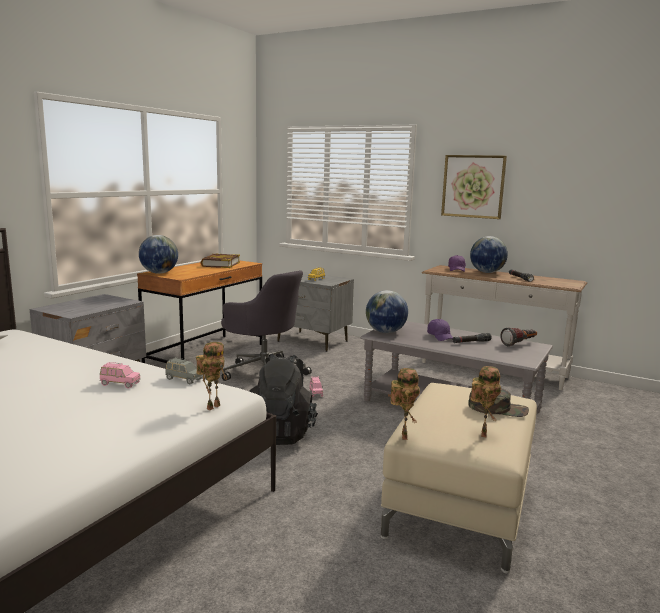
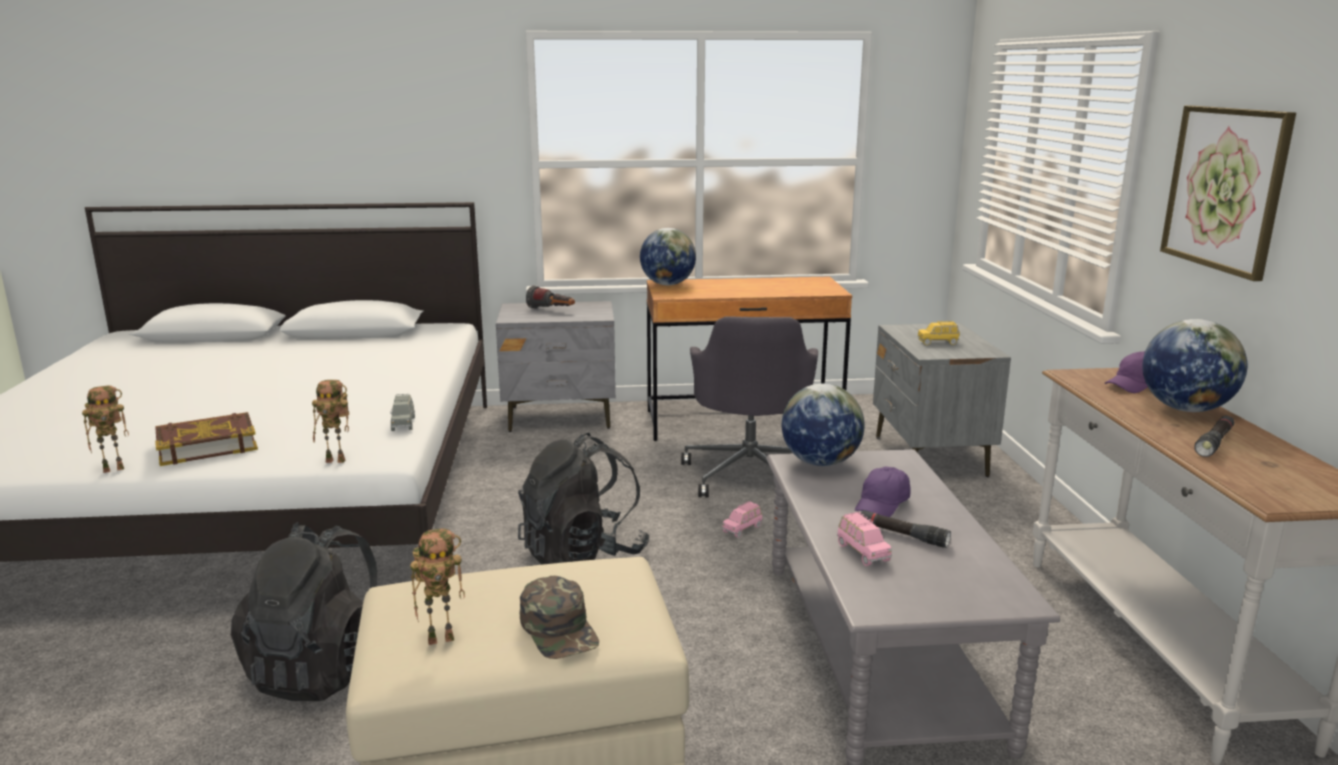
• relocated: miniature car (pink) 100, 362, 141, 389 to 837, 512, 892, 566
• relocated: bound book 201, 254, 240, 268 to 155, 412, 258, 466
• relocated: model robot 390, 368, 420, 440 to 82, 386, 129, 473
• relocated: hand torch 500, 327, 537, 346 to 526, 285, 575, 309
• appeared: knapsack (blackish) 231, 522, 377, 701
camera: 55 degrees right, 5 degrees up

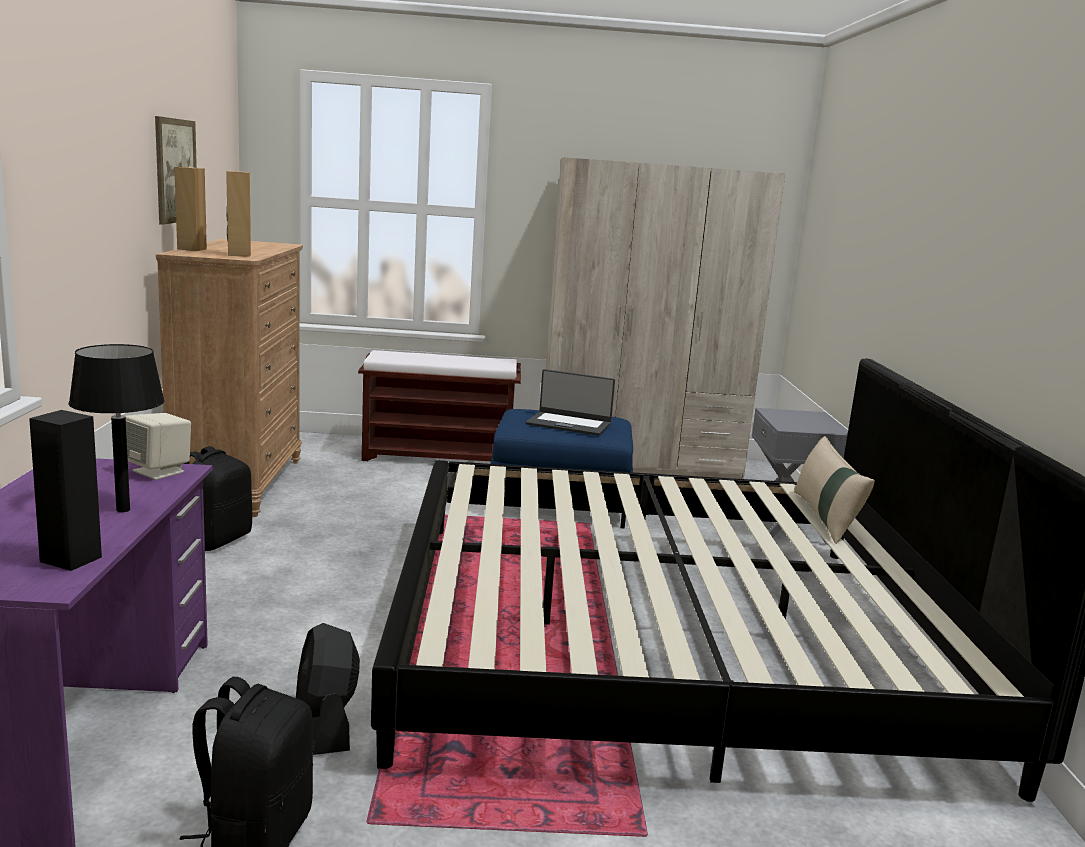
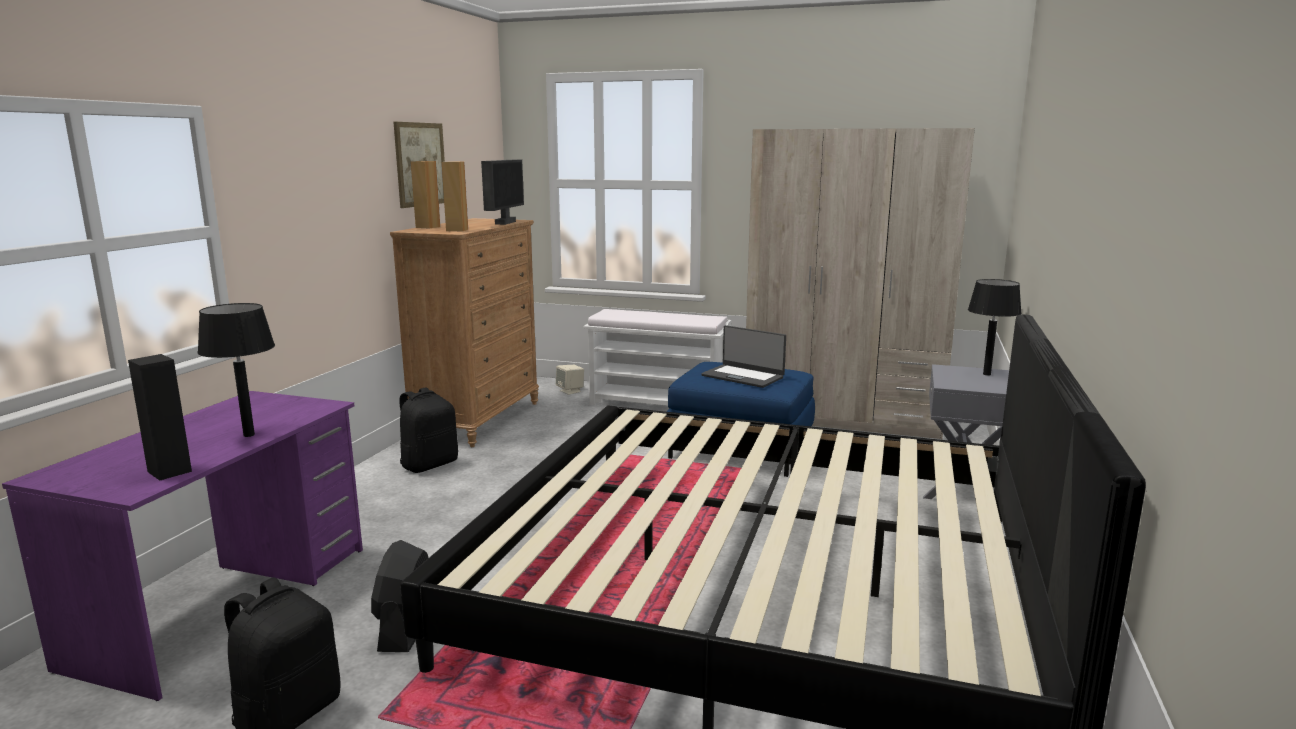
• relocated: speaker (sand-coloured) 125, 413, 191, 480 to 556, 365, 584, 395
• colour: indoor bench (brown) 358, 350, 521, 461 to indoor bench (white) 583, 309, 732, 406
• missing: throw pillow (sand-coloured) 794, 436, 875, 544
• appeared: computer display 481, 160, 524, 225
• appeared: table lamp (blackish) 968, 279, 1022, 375
camera: 20 degrees right, 0 degrees up

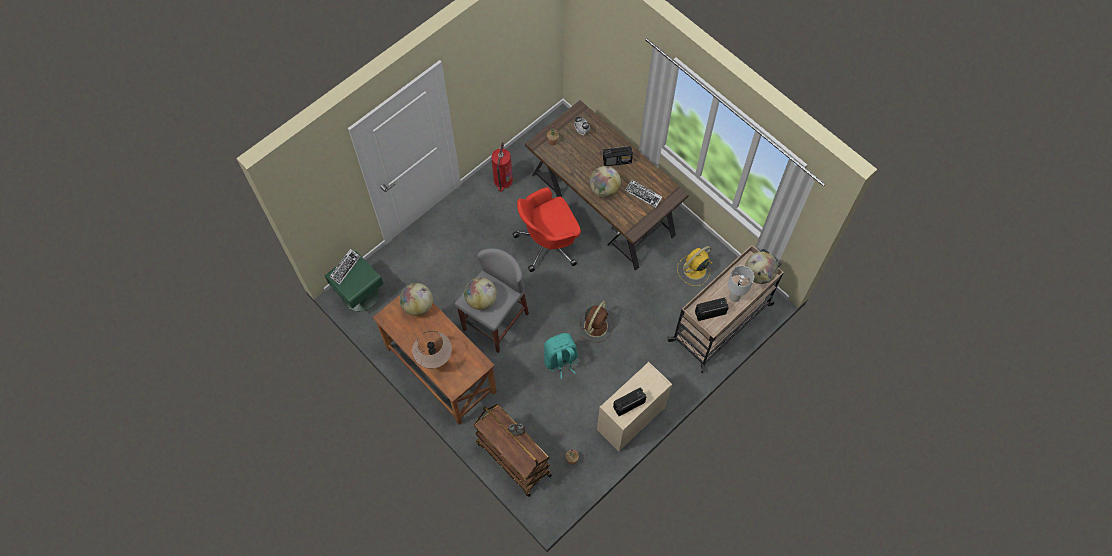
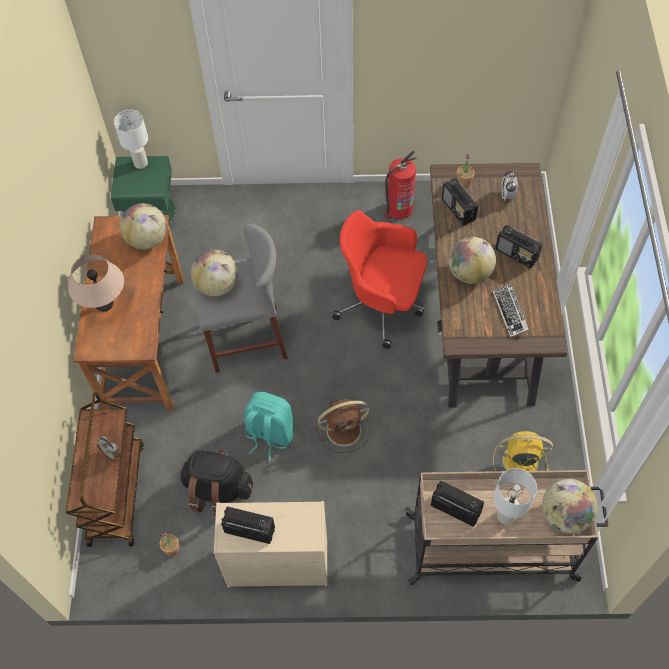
• exchanged: computer keyboard 329, 249, 361, 285 to table lamp (white) 114, 110, 148, 169
• appeared: knapsack (blackish) 179, 450, 253, 516
• appeared: radio receiver 442, 178, 478, 226
camera: 45 degrees right, 5 degrees down

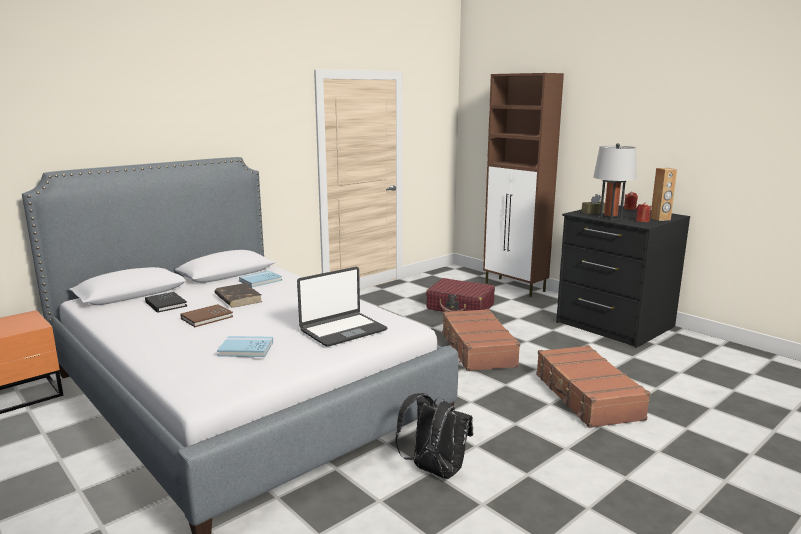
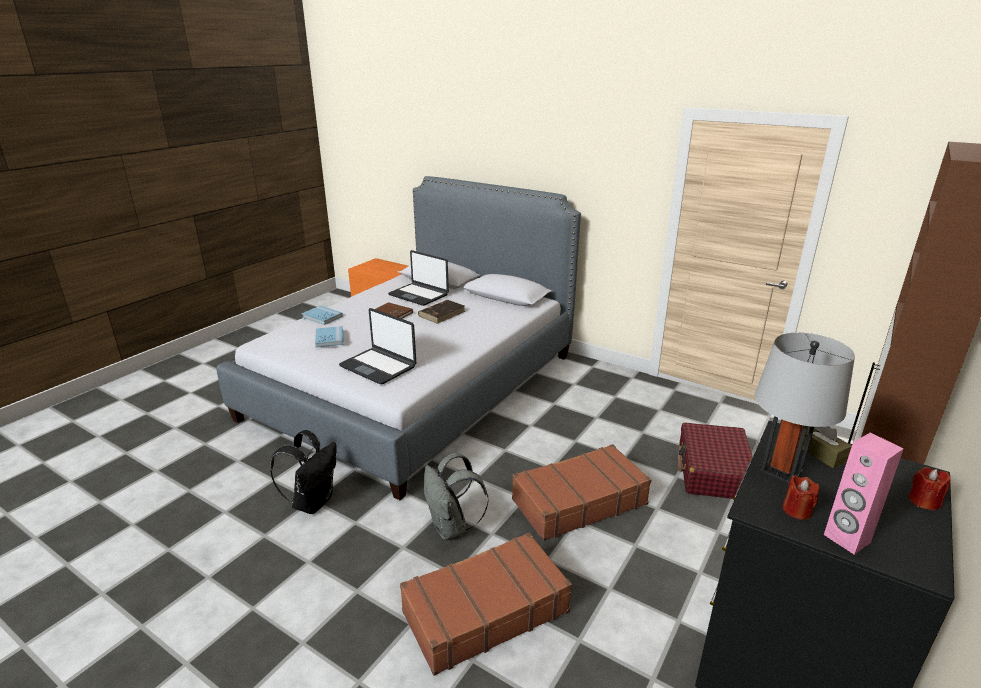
• exchanged: bound book (blackish) 145, 292, 187, 313 to laptop 388, 250, 449, 306
• relocated: bound book (bluish) 239, 271, 282, 287 to 302, 306, 343, 325
• colour: speaker (brown) 650, 168, 677, 221 to speaker (pink) 824, 432, 904, 555
• appeared: knapsack (greyish) 424, 453, 489, 540
camera: 75 degrees right, 10 degrees up

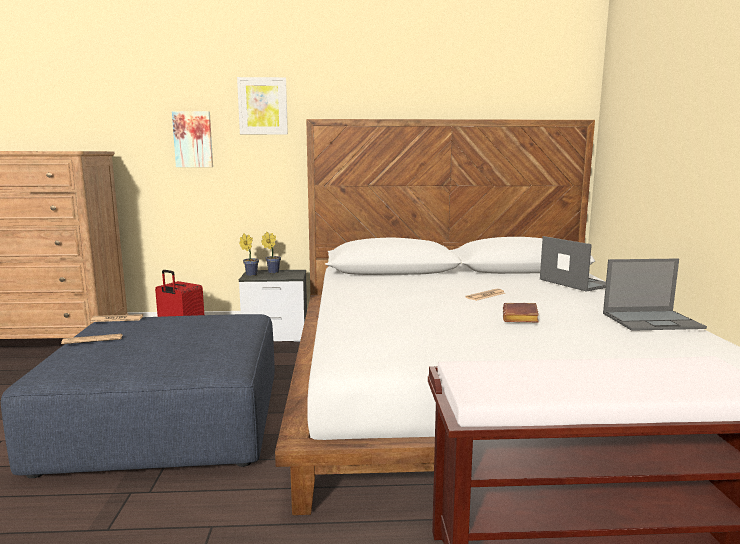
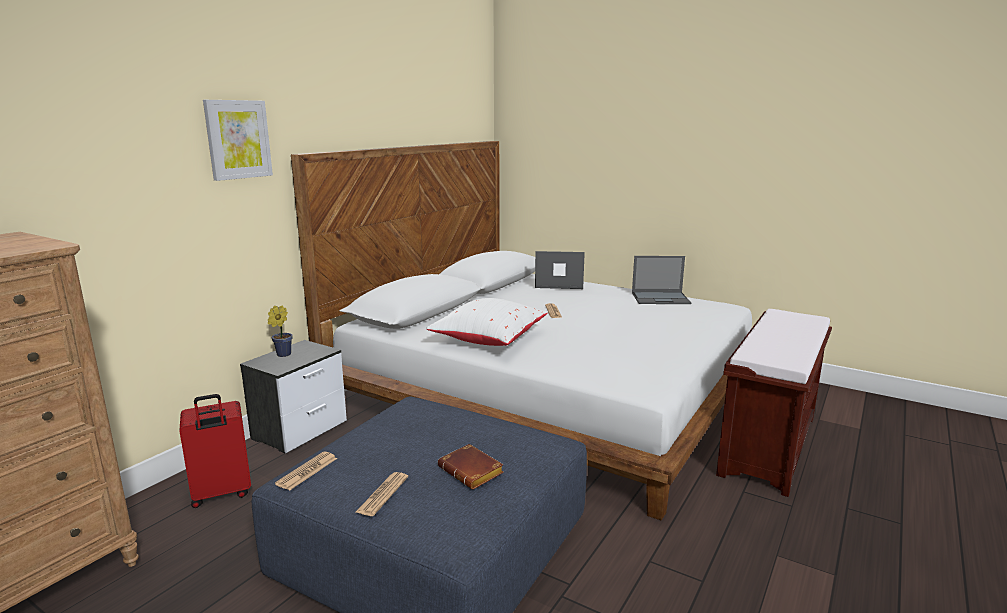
• missing: wall art 172, 111, 213, 167
• missing: potted plant 239, 234, 259, 276
• relocated: bound book (brown) 503, 303, 539, 322 to 438, 444, 504, 489
• spun: laptop 603, 259, 707, 331 = 632, 256, 691, 304 60 degrees clockwise
• appeared: throw pillow (white) 426, 298, 548, 346
camera: 55 degrees left, 5 degrees up

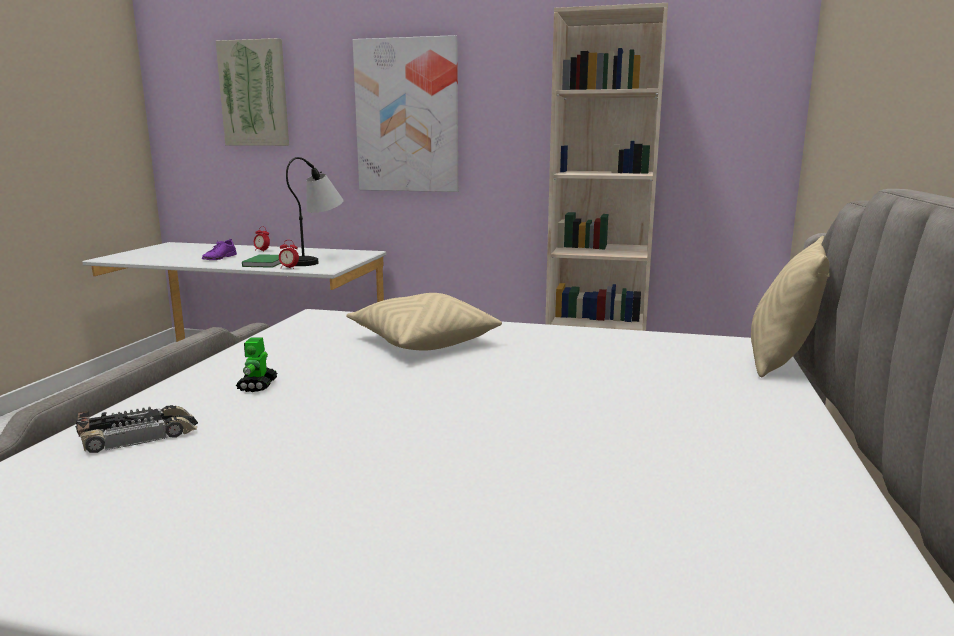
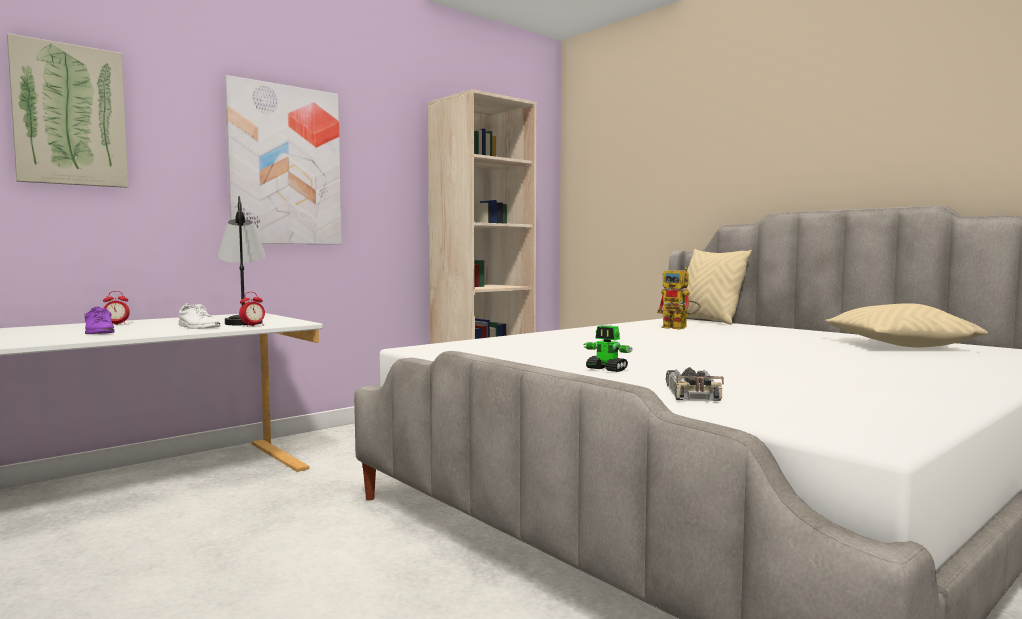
• exchanged: bound book (greenish) 242, 254, 281, 268 to shoe (white) 179, 304, 220, 329
• relocated: throw pillow (sand-coloured) 346, 293, 502, 351 to 825, 303, 988, 347
• appeared: model robot 657, 267, 701, 329
camera: 55 degrees left, 10 degrees down

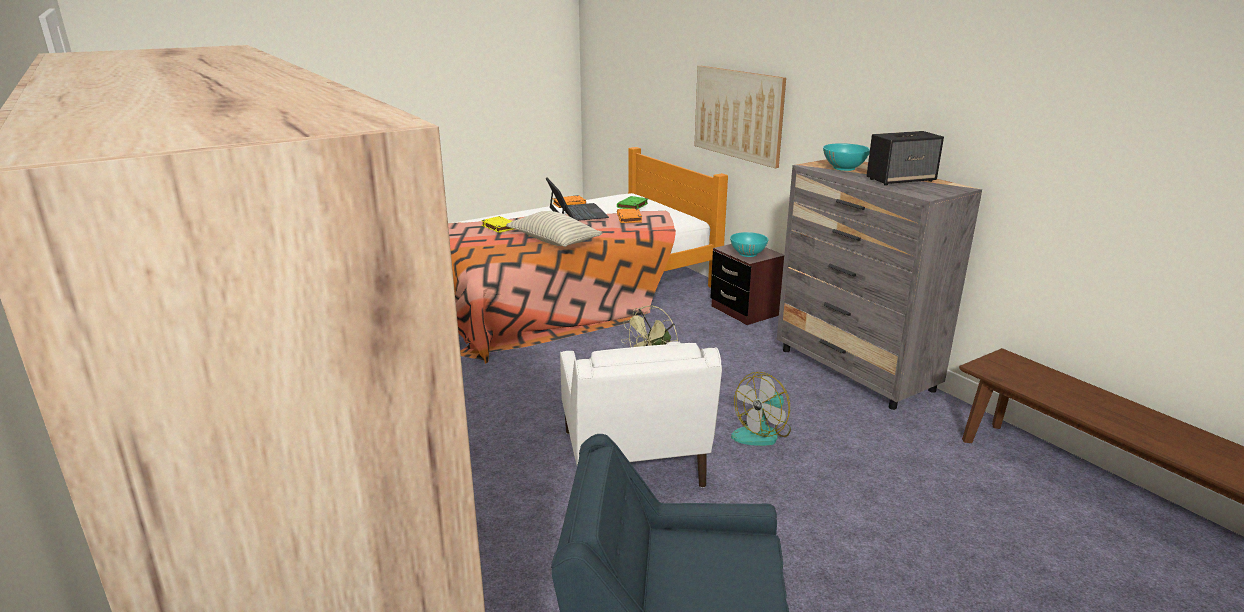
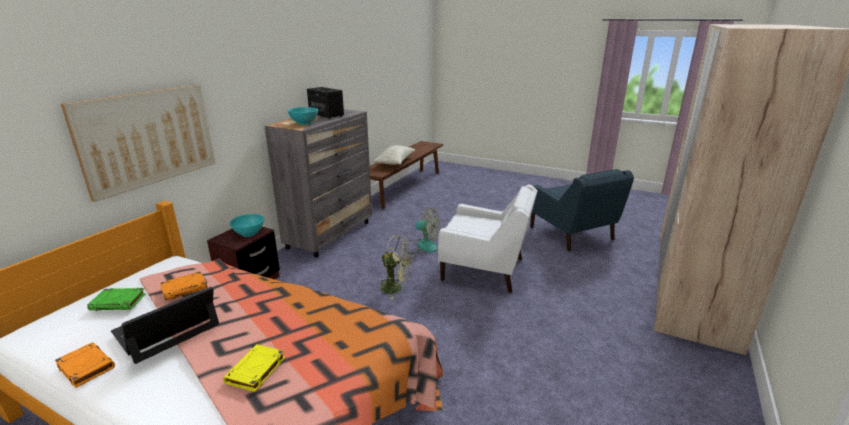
• relocated: throw pillow 506, 211, 603, 247 to 373, 145, 415, 165
• spun: easy chair (white) 560, 341, 722, 488 = 438, 184, 537, 293 60 degrees clockwise
camera: 120 degrees left, 0 degrees up

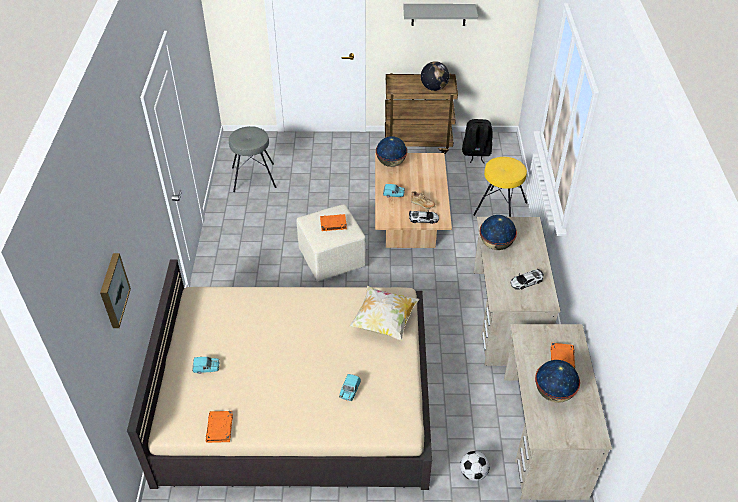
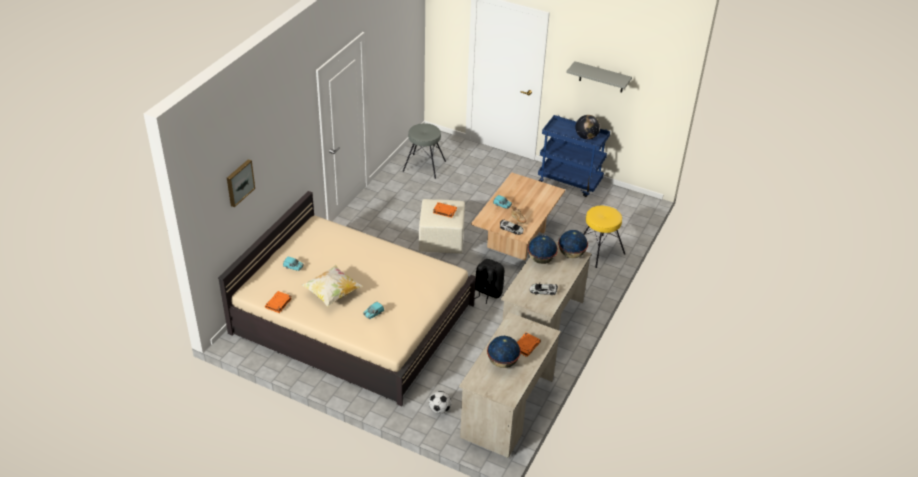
• relocated: throw pillow 349, 286, 419, 341 to 302, 265, 363, 307
• relocated: world globe 376, 136, 407, 167 to 558, 230, 588, 258
• colour: wheeled cart (brown) 385, 73, 458, 154 to wheeled cart (bluish) 538, 115, 610, 197
• relocated: knapsack (blackish) 462, 119, 493, 163 to 474, 259, 504, 304
camera: 25 degrees right, 5 degrees down

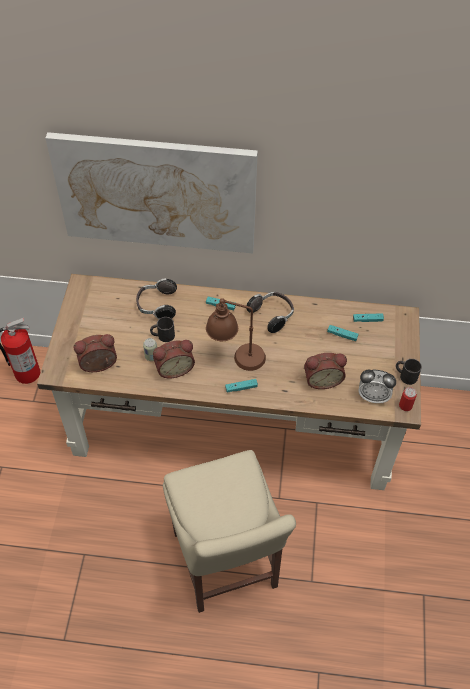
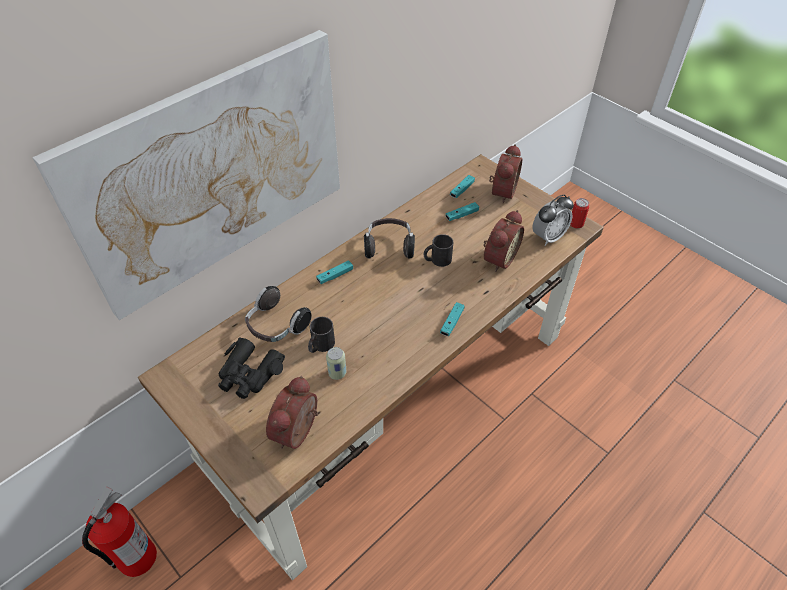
• relocated: bedside clock 153, 340, 195, 379 to 489, 144, 522, 203
• missing: chair (sand-coloured) 163, 450, 296, 613
• missing: table lamp (brown) 206, 298, 266, 371
• relocated: tea mug (blackish) 396, 359, 422, 385 to 424, 234, 453, 267
• appeared: pair of binoculars (blackish) 218, 337, 285, 399
camera: 50 degrees left, 5 degrees down

